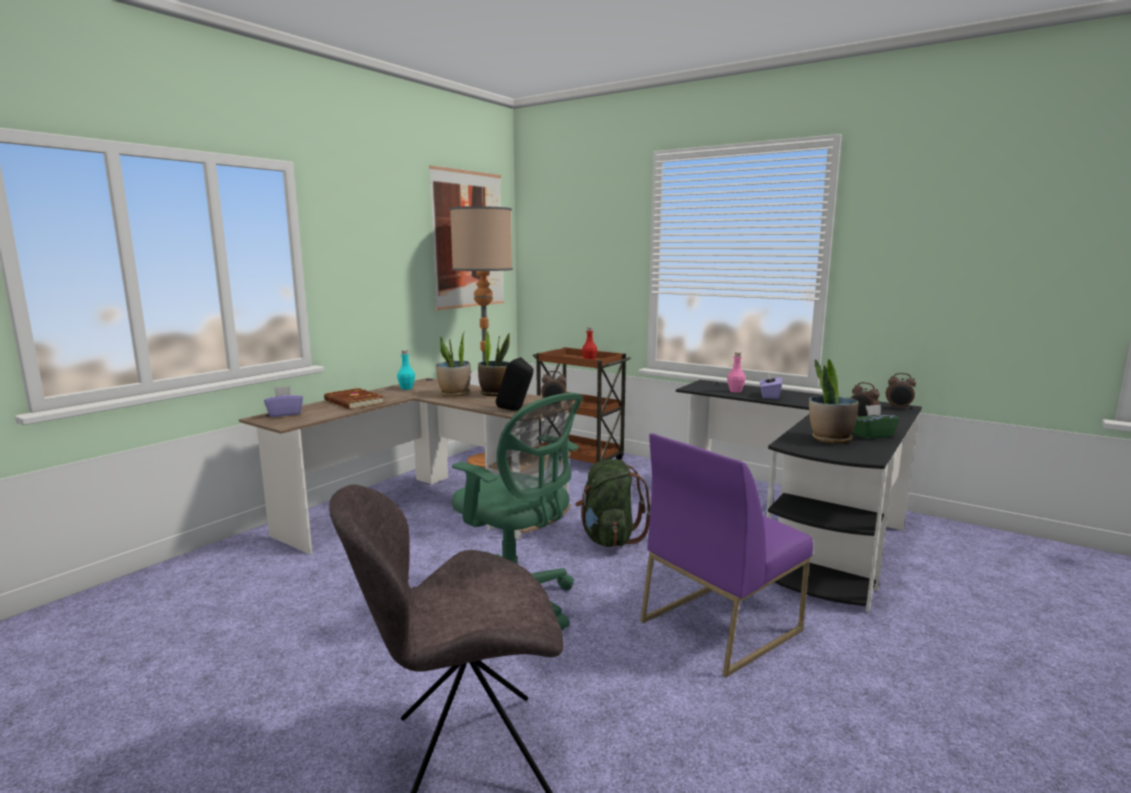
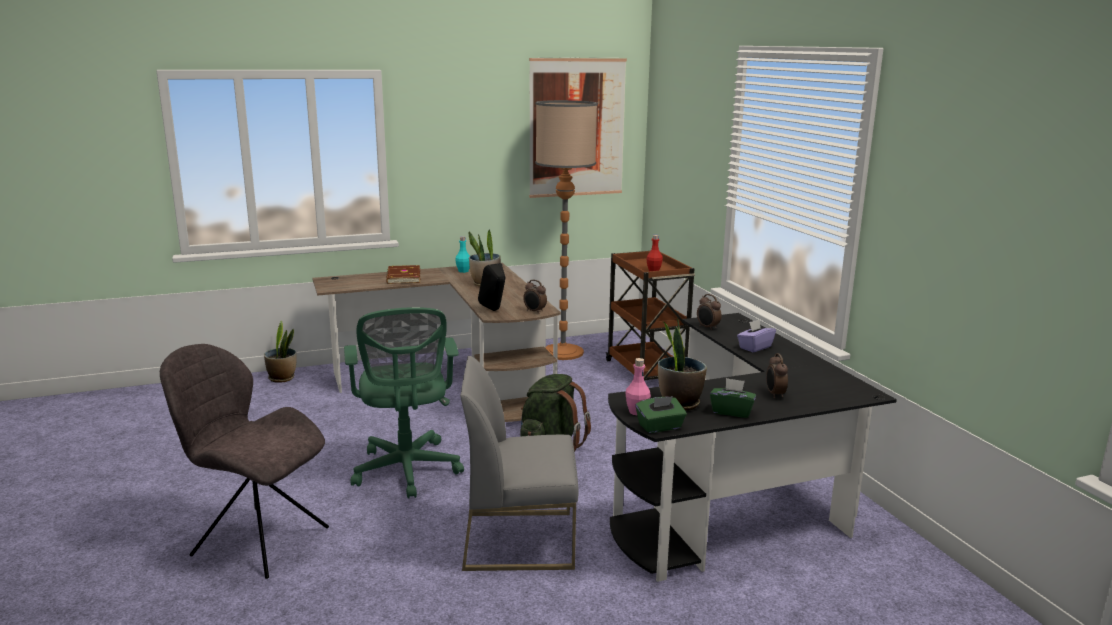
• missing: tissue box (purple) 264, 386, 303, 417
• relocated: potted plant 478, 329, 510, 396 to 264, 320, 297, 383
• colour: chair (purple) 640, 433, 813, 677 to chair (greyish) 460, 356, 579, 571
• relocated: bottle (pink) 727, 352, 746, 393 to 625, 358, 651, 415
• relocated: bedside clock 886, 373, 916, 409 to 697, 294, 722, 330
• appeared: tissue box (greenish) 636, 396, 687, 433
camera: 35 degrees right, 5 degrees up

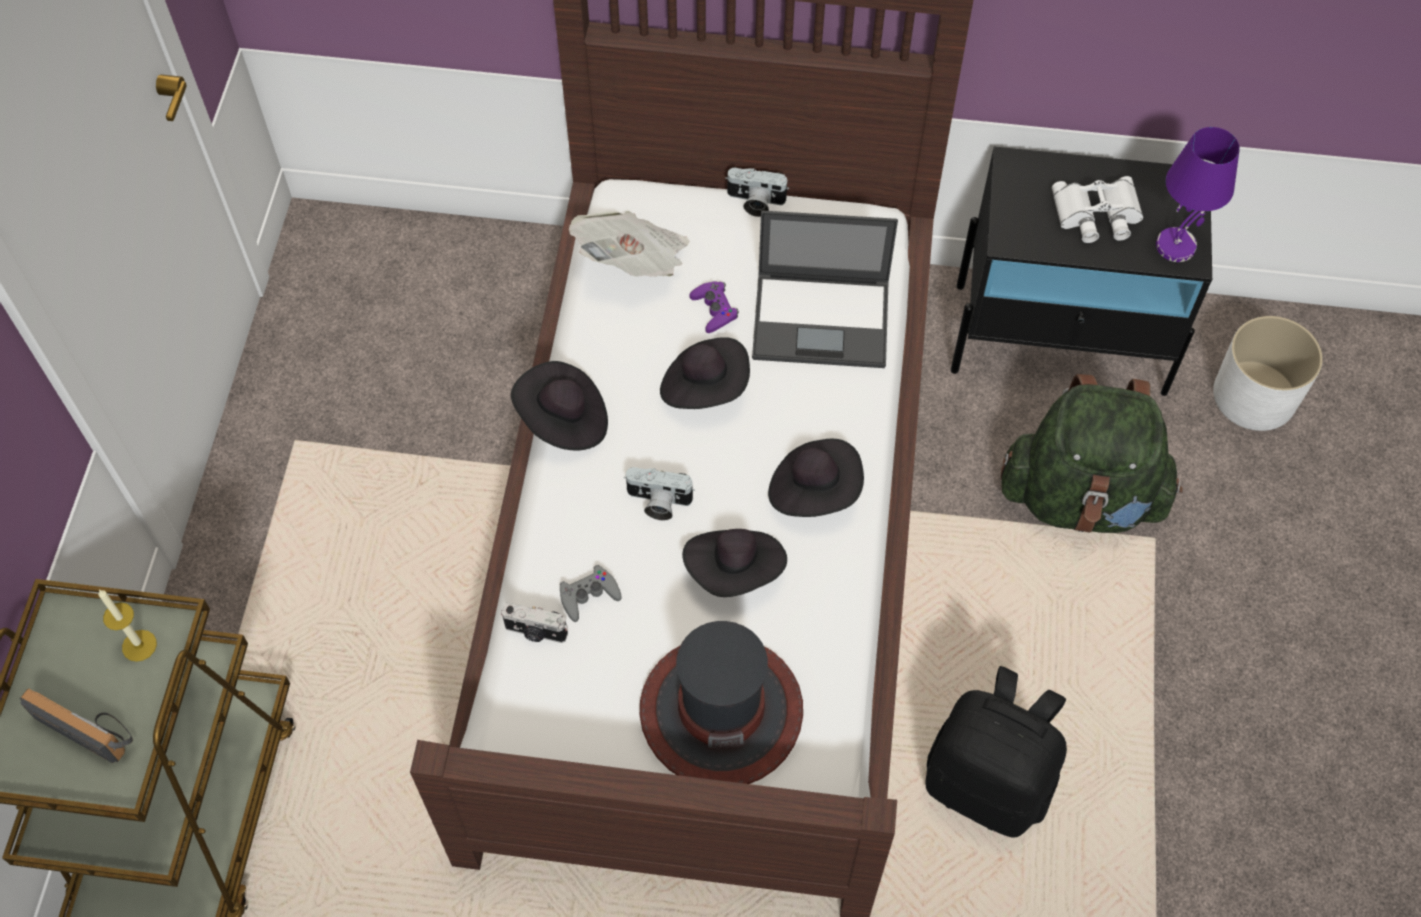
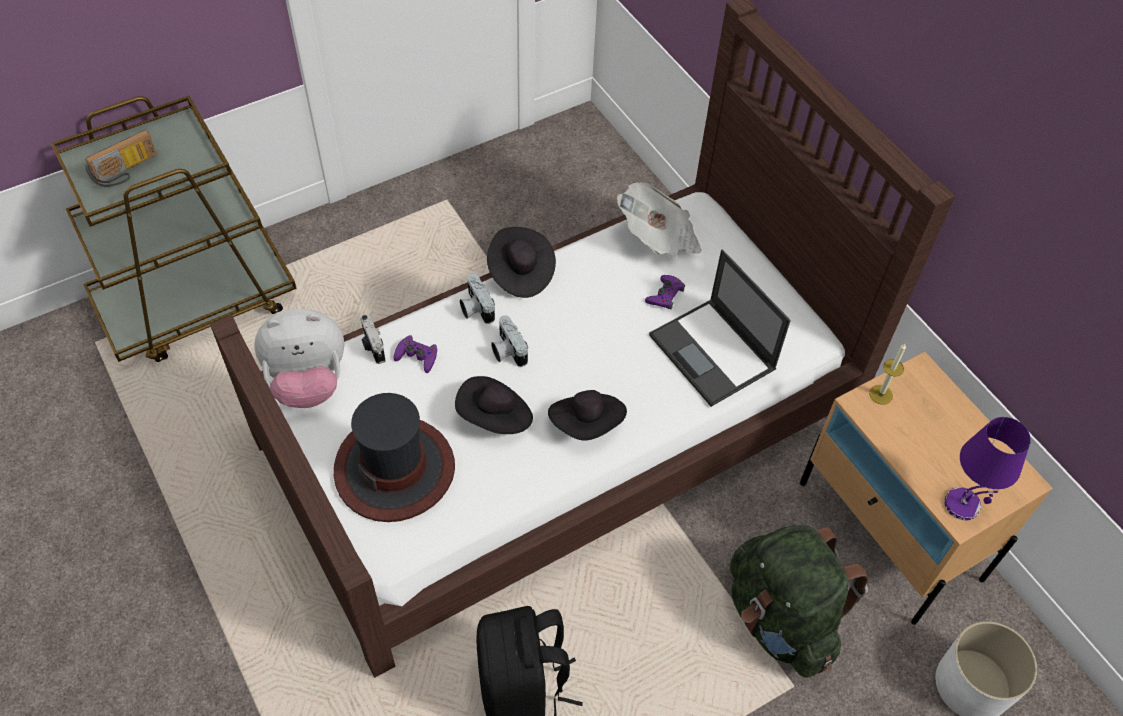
• spun: radio receiver 20, 689, 133, 763 = 85, 130, 157, 187 60 degrees clockwise
• relocated: candle 98, 590, 157, 662 to 869, 344, 906, 405
• colour: joypad (greyish) 560, 565, 622, 622 to joypad (purple) 394, 335, 437, 373
• missing: hat (blackish) 660, 337, 750, 409
• relocated: photo camera 725, 168, 788, 217 to 460, 274, 495, 324
• colour: night table (blackish) 951, 146, 1212, 396 to night table (sand-coloured) 800, 352, 1053, 625
• missing: pair of binoculars (white) 1052, 176, 1143, 243
• appeared: plush toy 254, 309, 344, 408
camera: 50 degrees right, 5 degrees down

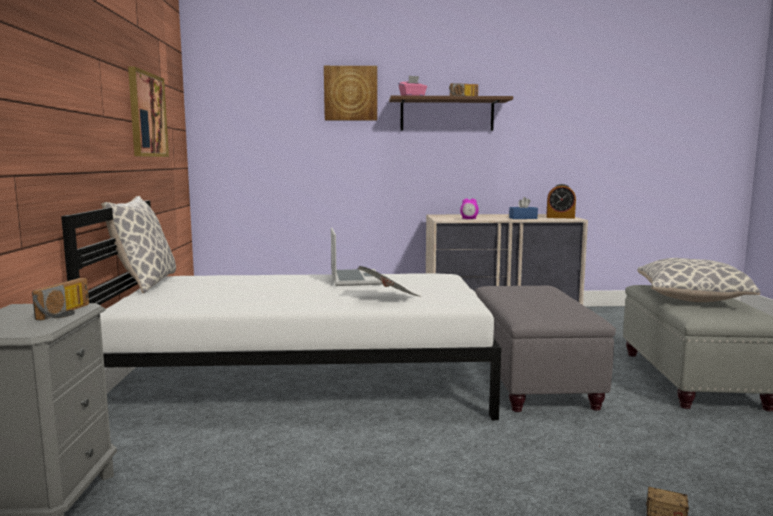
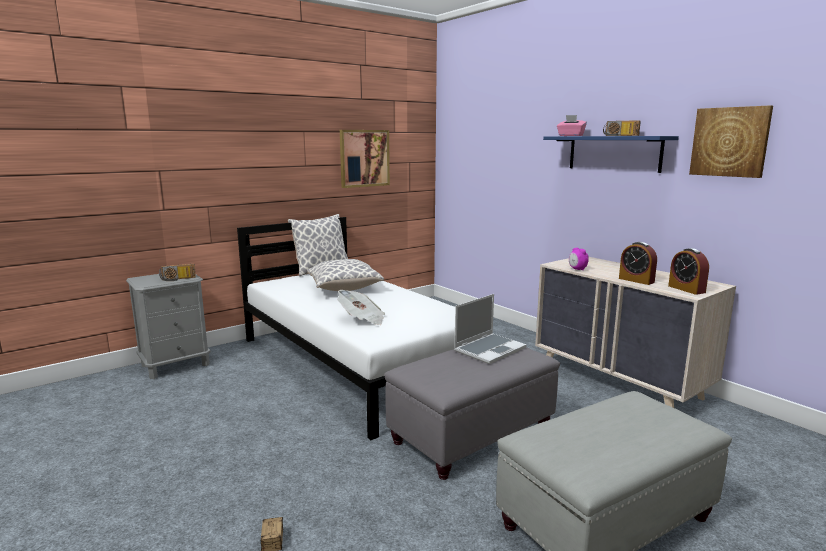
• relocated: wall art 324, 66, 377, 120 to 689, 105, 773, 178
• relocated: laptop 331, 228, 382, 286 to 454, 294, 527, 364
• colour: shelf (brown) 389, 95, 513, 131 to shelf (bluish) 543, 136, 679, 173
• exchanged: tissue box (bluish) 509, 197, 538, 219 to bedside clock 619, 242, 657, 285
• relocated: throw pillow 637, 258, 760, 302 to 307, 259, 384, 291
camera: 55 degrees right, 5 degrees up

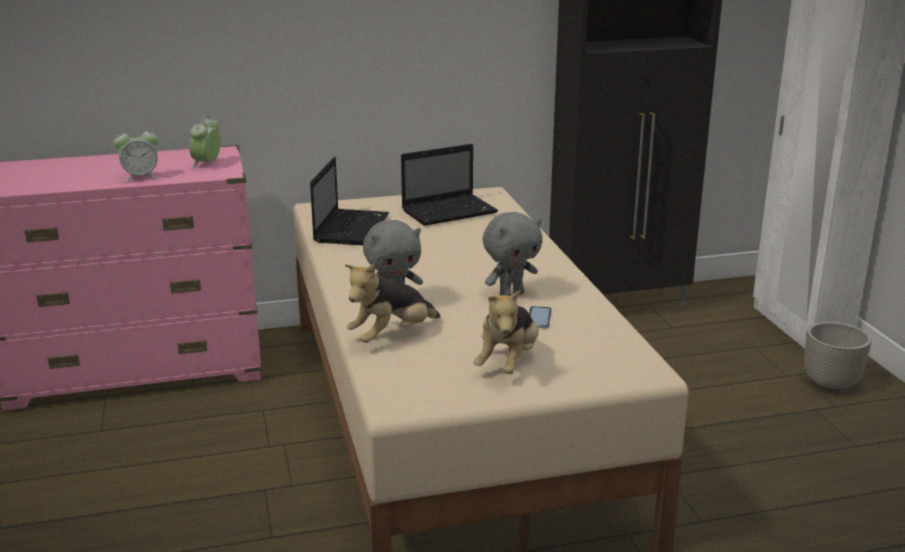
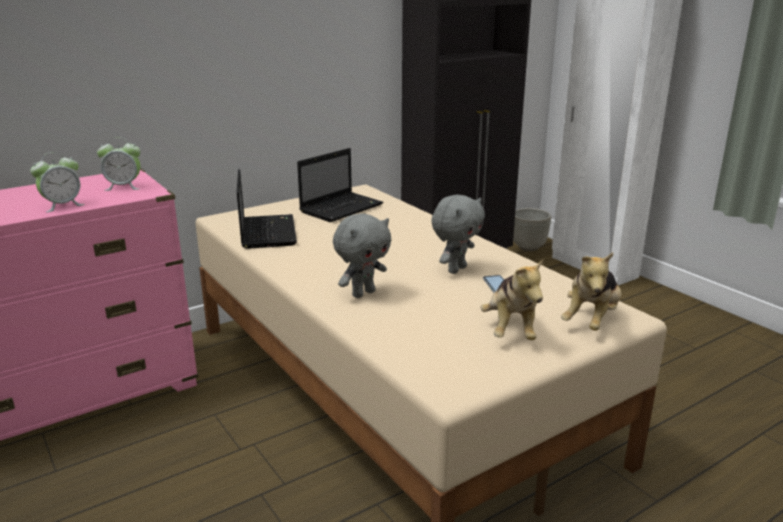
• spun: bedside clock 189, 115, 221, 169 = 97, 137, 141, 191 90 degrees counterclockwise
• relocated: plush toy 345, 264, 440, 343 to 561, 253, 622, 331
• relocated: plant pot (greyish) 805, 322, 871, 392 to 513, 208, 551, 251
camera: 20 degrees left, 0 degrees up

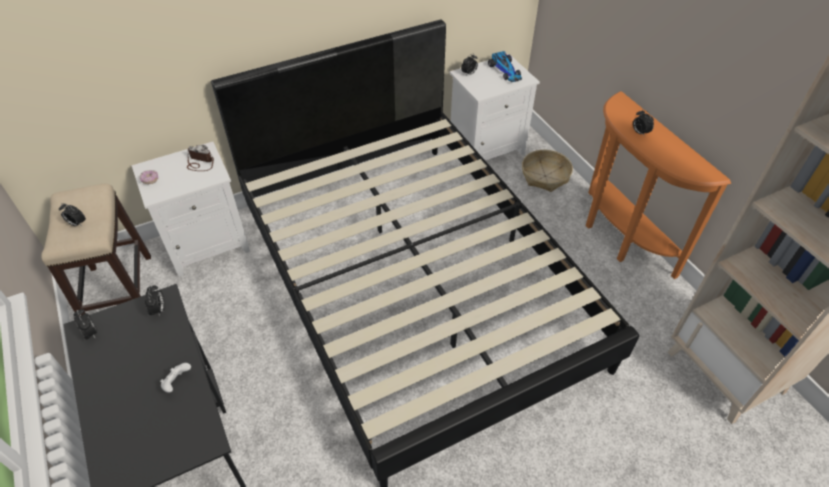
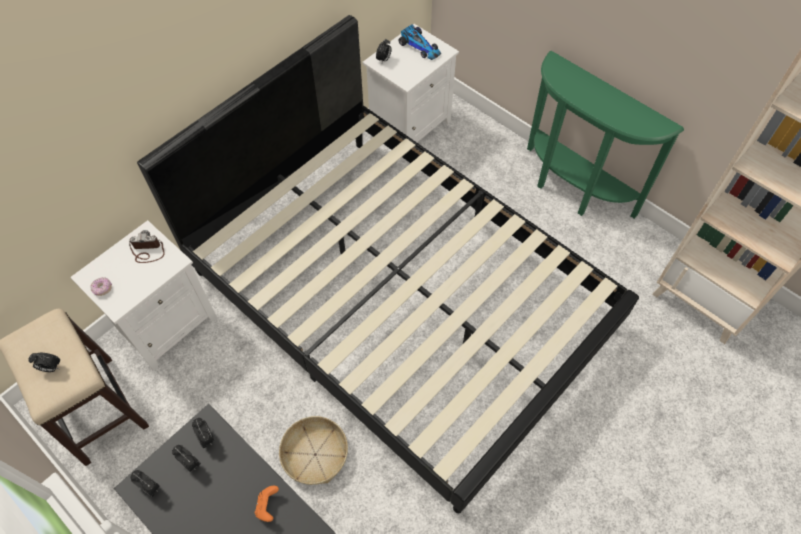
• colour: joypad (white) 160, 363, 191, 393 to joypad (orange-coloured) 255, 486, 279, 522
• relocated: basket 522, 150, 573, 192 to 279, 416, 348, 485
• colour: narrow table (orange-coloured) 586, 91, 731, 279 to narrow table (greenish) 527, 51, 684, 219
• relocated: bedside clock 633, 109, 654, 135 to 172, 445, 201, 472
camera: 20 degrees left, 10 degrees up

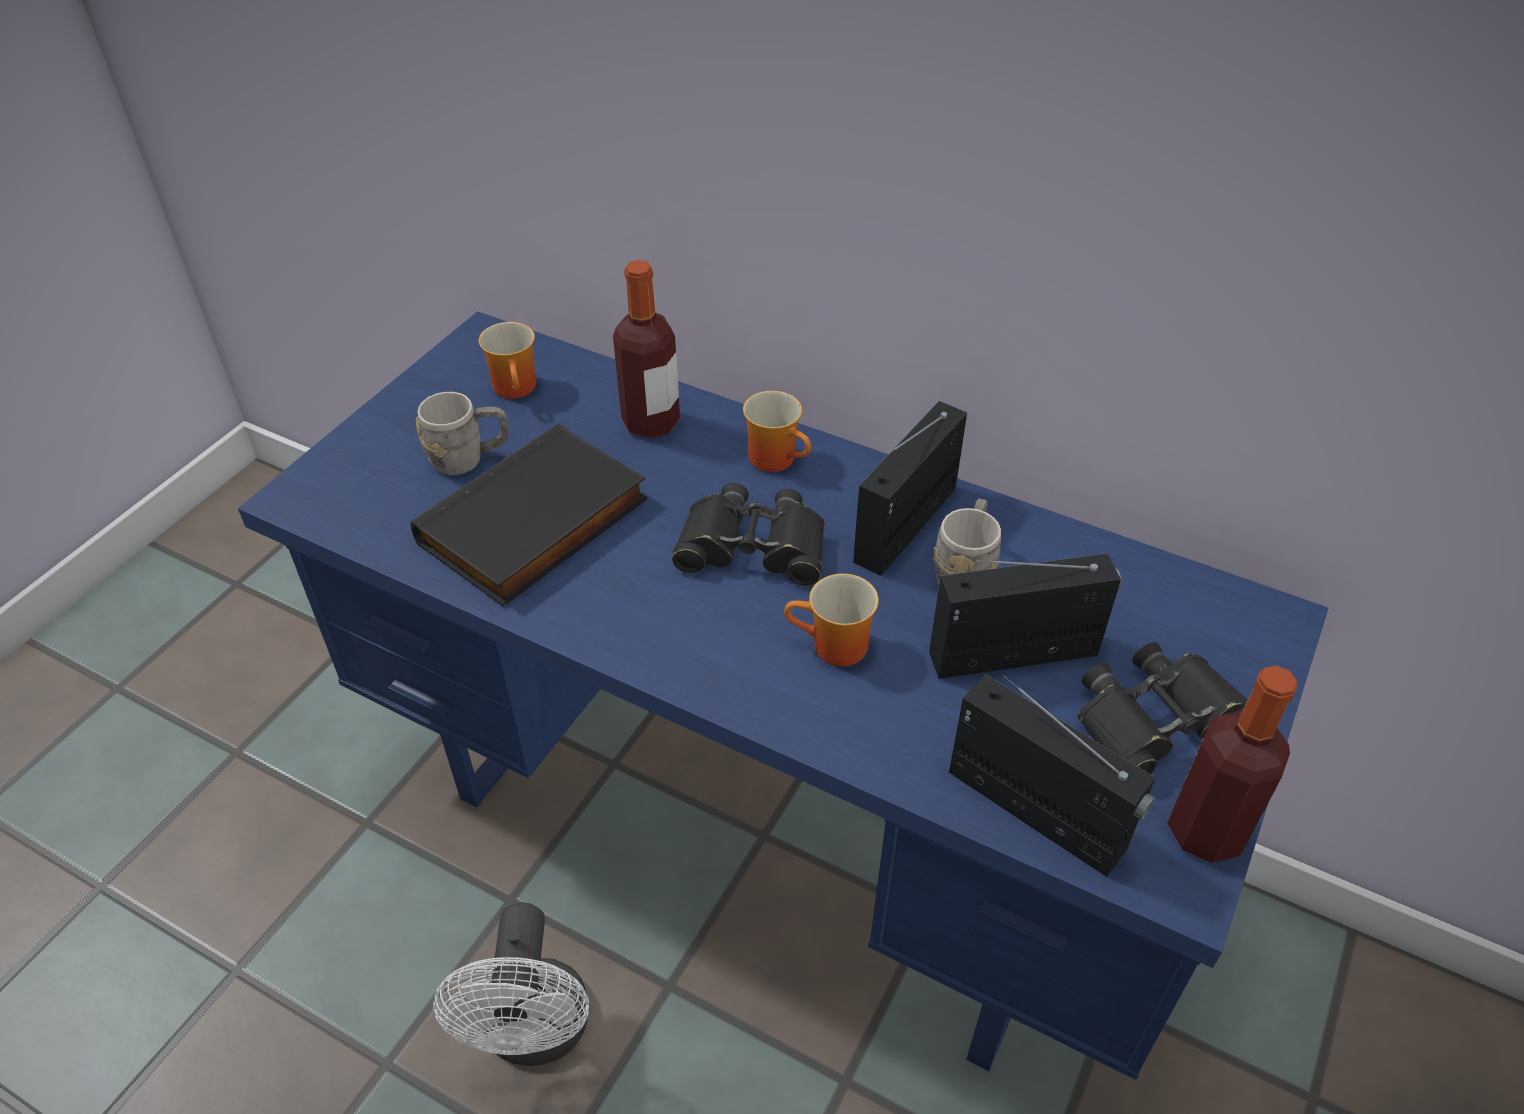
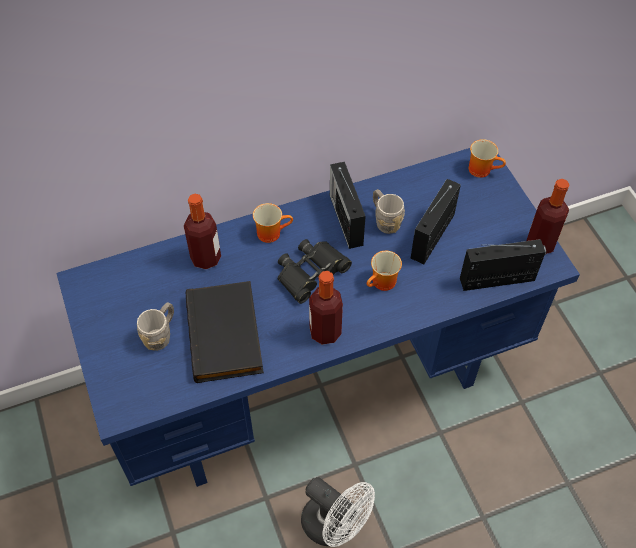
• relocated: tea mug 478, 322, 536, 399 to 469, 139, 506, 178
• missing: pair of binoculars (blackish) 1078, 642, 1248, 774
• appeared: bottle 309, 271, 343, 345
camera: 50 degrees left, 10 degrees up

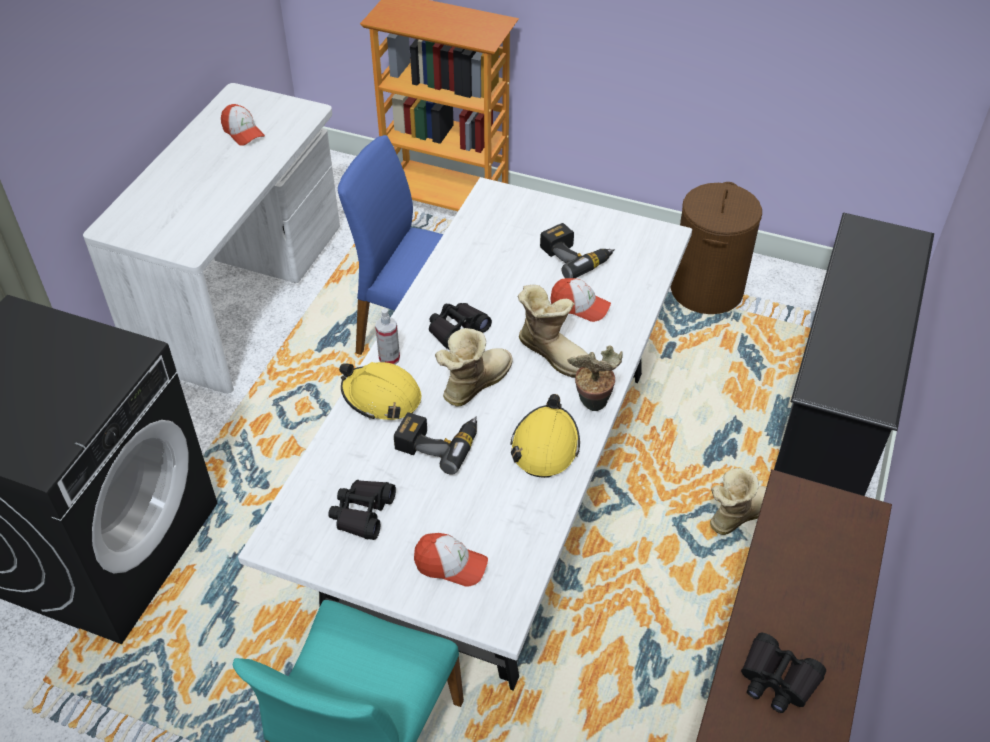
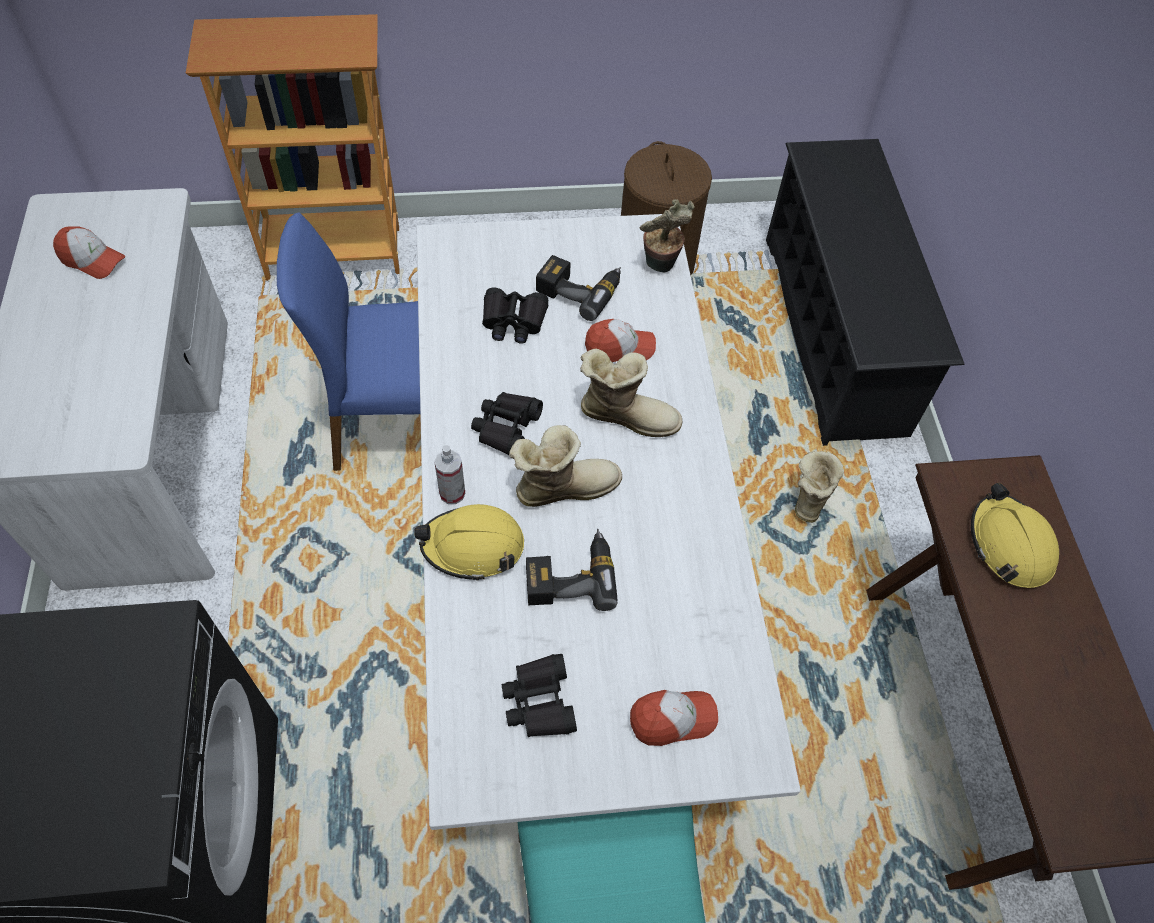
• spun: boot 435, 328, 513, 407 = 509, 425, 622, 507 60 degrees clockwise
• relocated: hard hat (yellowish) 510, 394, 580, 478 to 971, 483, 1059, 588
• relocated: potted plant 567, 345, 623, 411 to 640, 199, 695, 273
• relocated: pair of binoculars (blackish) 741, 633, 826, 713 to 482, 288, 548, 344
camera: 30 degrees left, 10 degrees up

